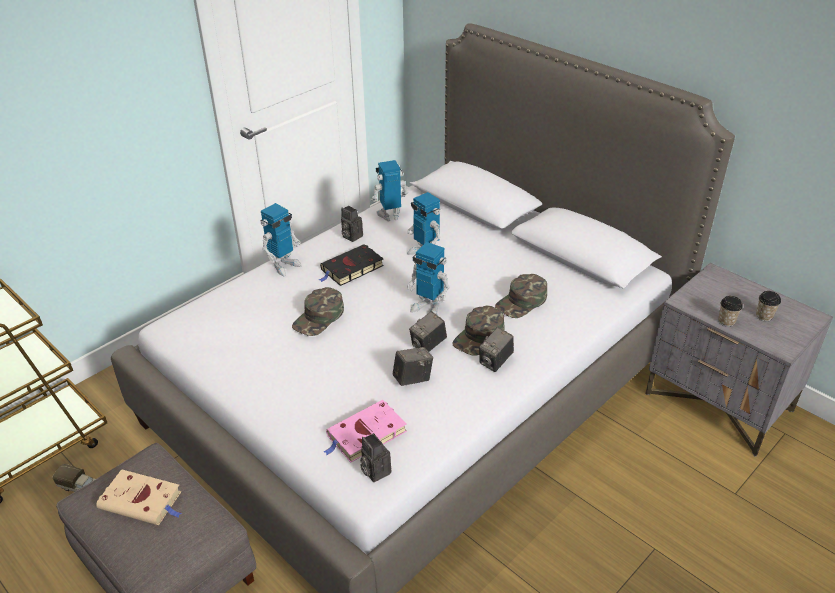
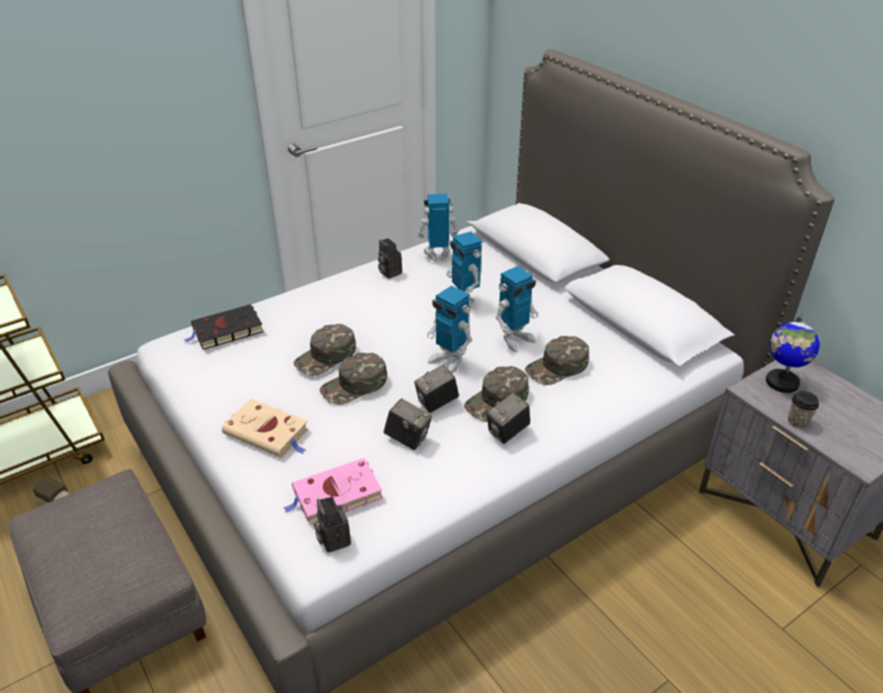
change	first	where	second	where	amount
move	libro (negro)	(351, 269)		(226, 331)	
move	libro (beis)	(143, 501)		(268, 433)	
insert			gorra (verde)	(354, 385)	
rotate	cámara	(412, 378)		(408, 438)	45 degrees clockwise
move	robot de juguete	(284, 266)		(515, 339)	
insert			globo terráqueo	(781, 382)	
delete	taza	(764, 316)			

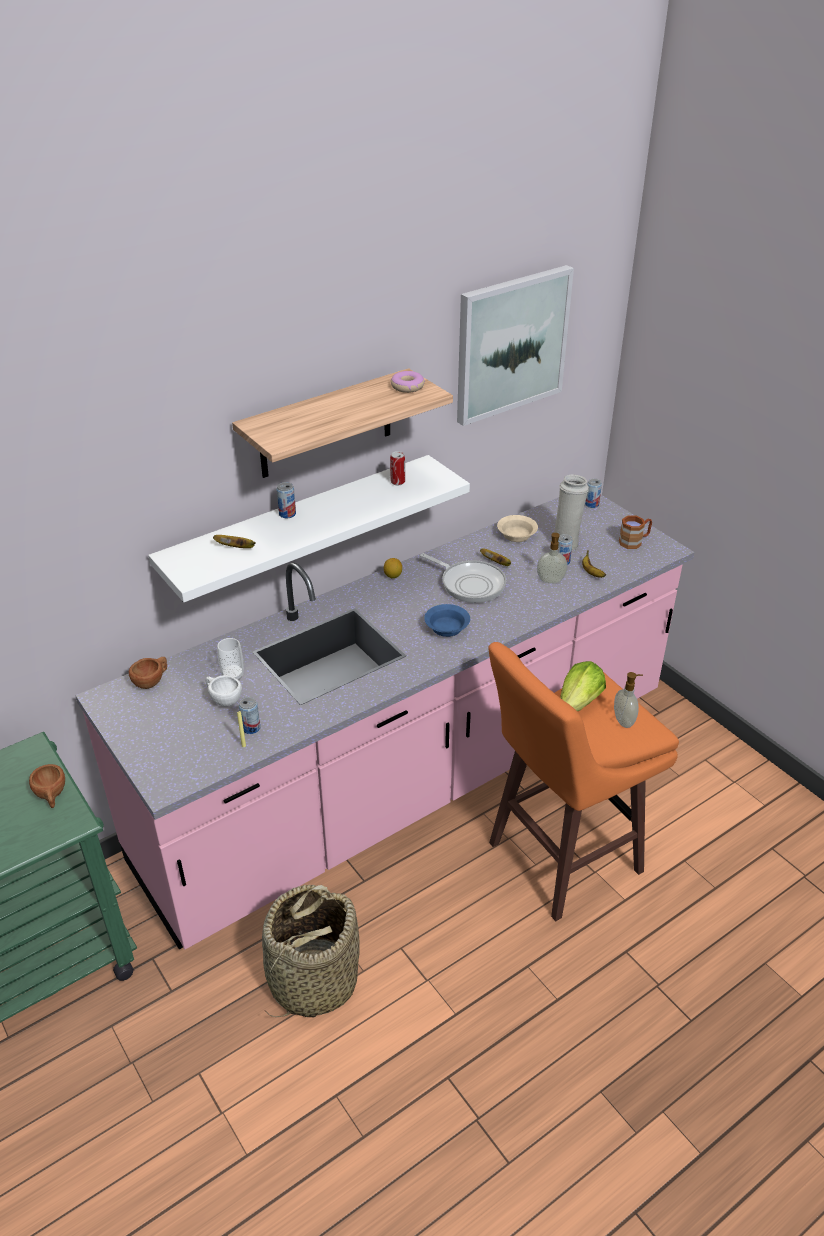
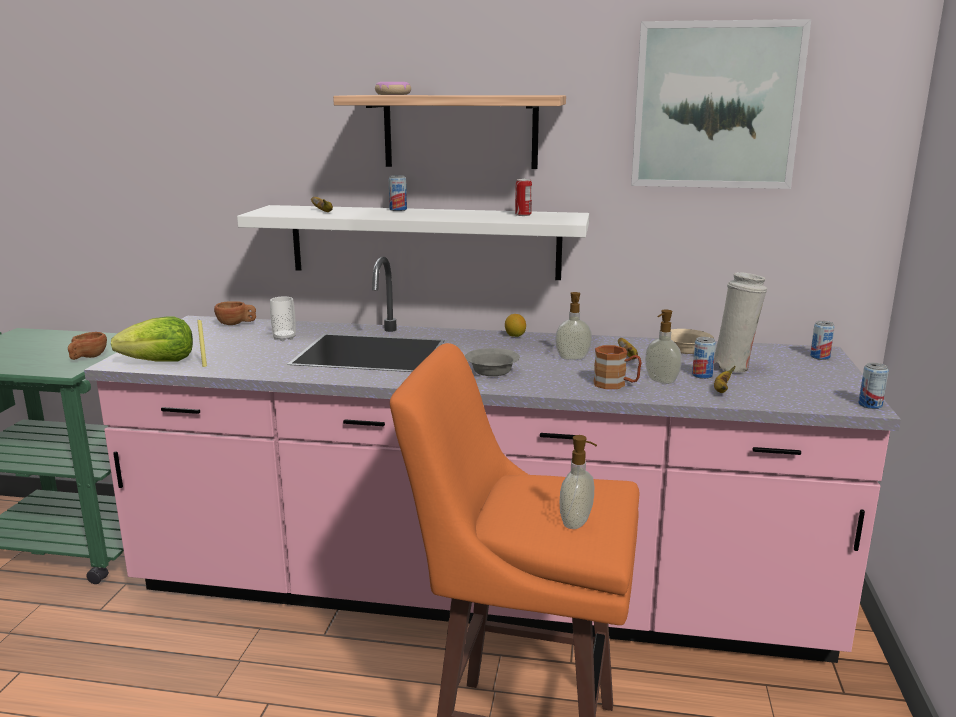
change	first	where	second	where	amount
move	lechuga	(579, 703)		(160, 362)	
move	rosquilla	(407, 387)		(393, 94)	
recolor	cuenco (azul)	(446, 629)	cuenco (gris)	(491, 371)	
replace	sartén	(469, 584)	dispensador de jabón	(573, 358)	
move	taza grande (marrón)	(634, 541)		(616, 385)	
move	lata	(251, 728)		(870, 405)	
delete	taza (blanco)	(223, 699)			
delete	cesta	(312, 980)			

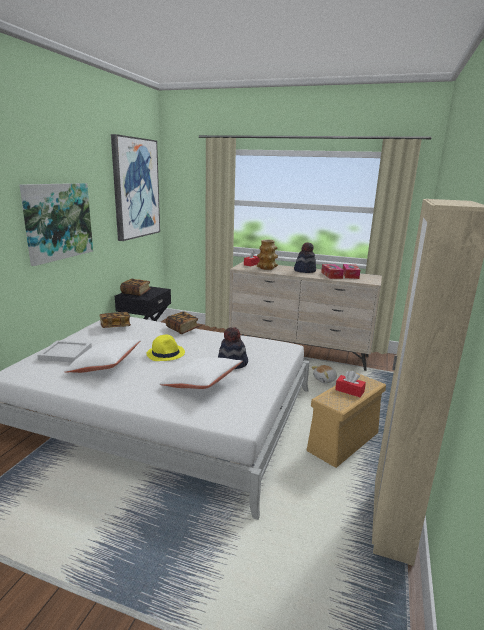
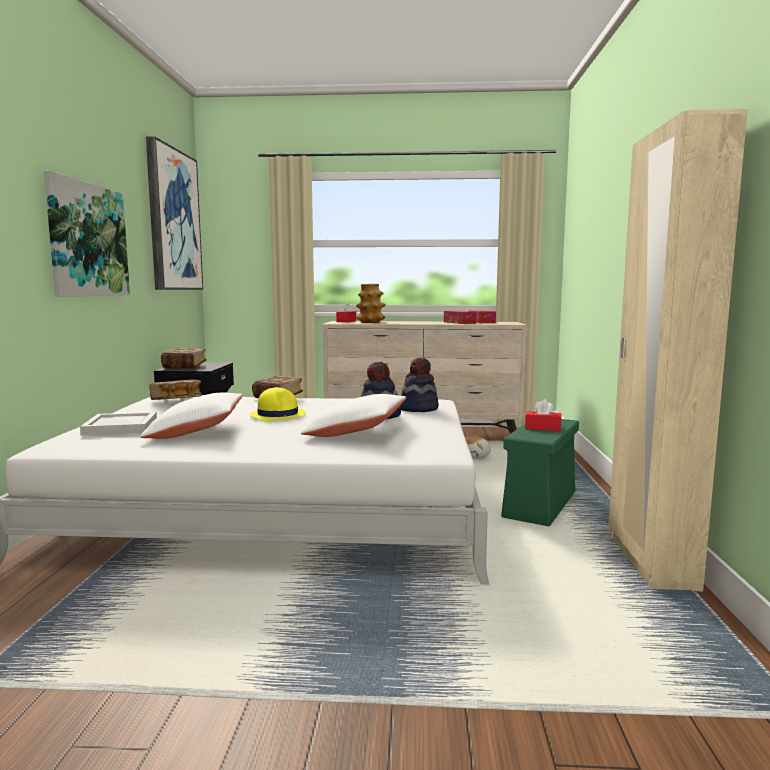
change	first	where	second	where	amount
move	sombrero	(304, 270)		(418, 408)	
recolor	caja de almacenaje (beis)	(343, 442)	caja de almacenaje (verde)	(540, 505)	

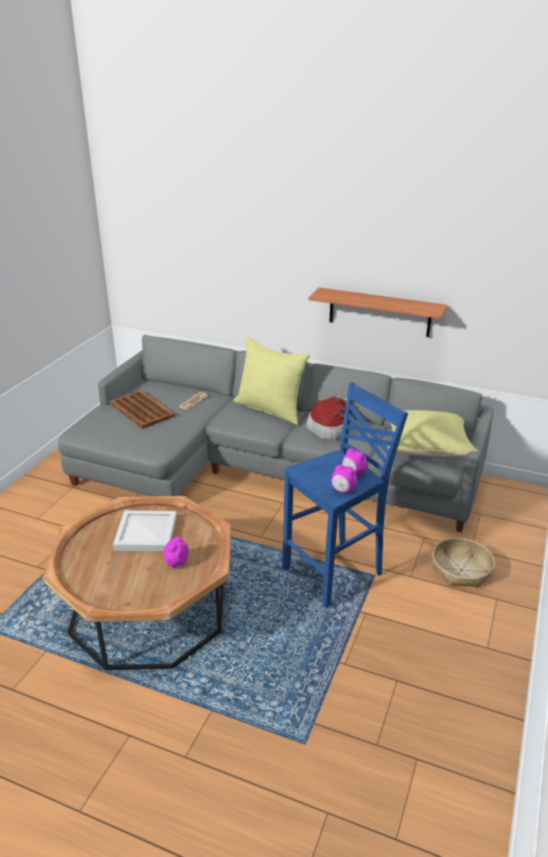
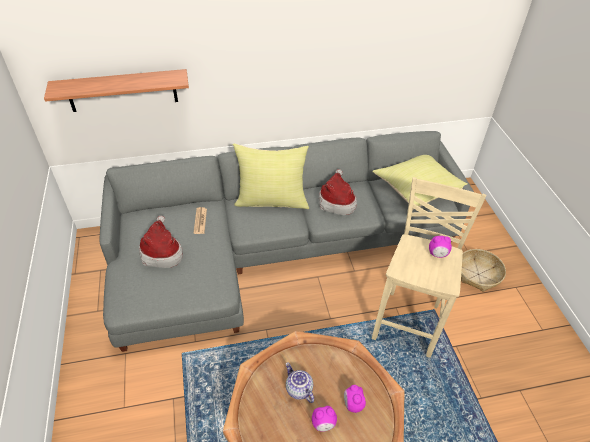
change	first	where	second	where	amount
move	estante	(379, 312)		(122, 90)	
replace	bandeja (marrón)	(141, 409)	sombrero	(162, 252)	
replace	bandeja (blanco)	(145, 533)	tetera	(298, 389)	
move	despertador	(343, 490)		(323, 424)	
recolor	taburete (azul)	(335, 572)	taburete (beis)	(408, 321)	

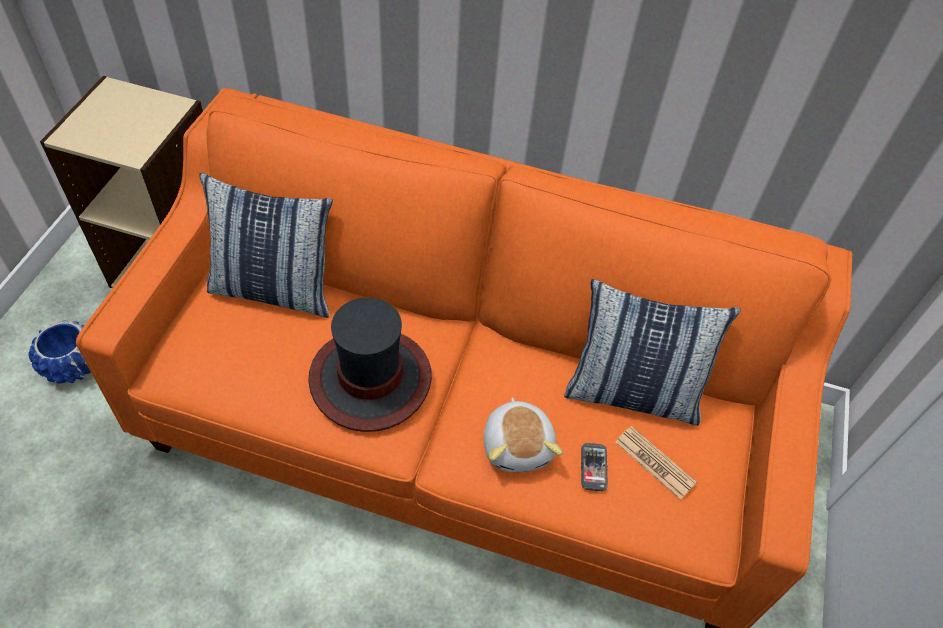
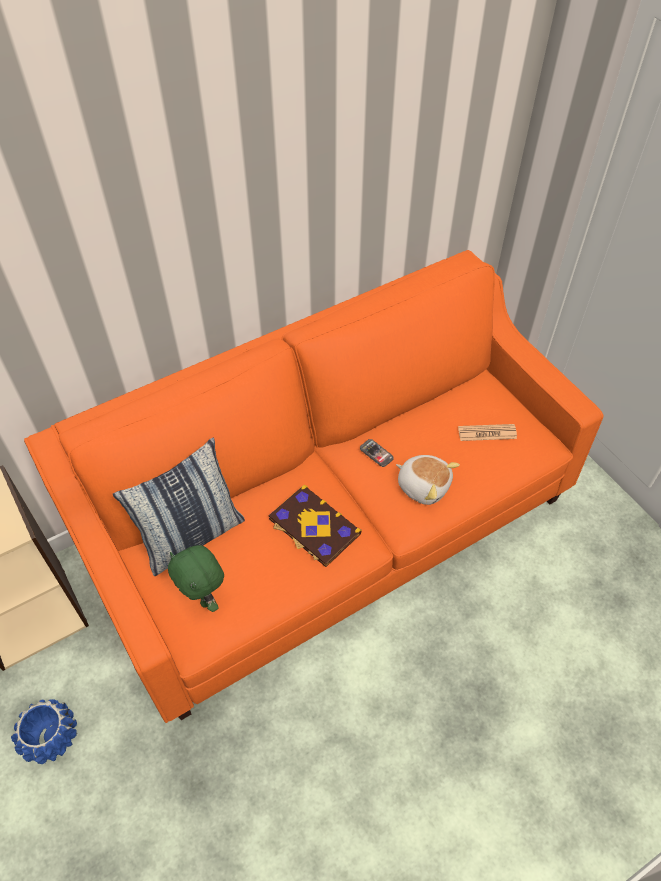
change	first	where	second	where	amount
insert			peluche (verde)	(204, 597)	
replace	sombrero	(370, 379)	libro	(313, 527)	
move	móvil	(593, 467)		(376, 453)	
delete	cojín	(632, 393)			

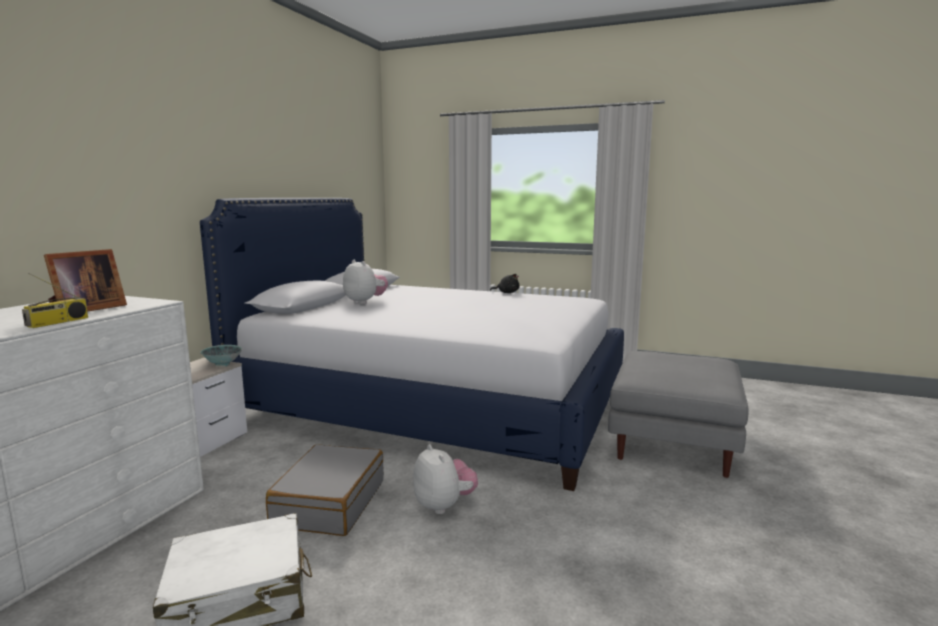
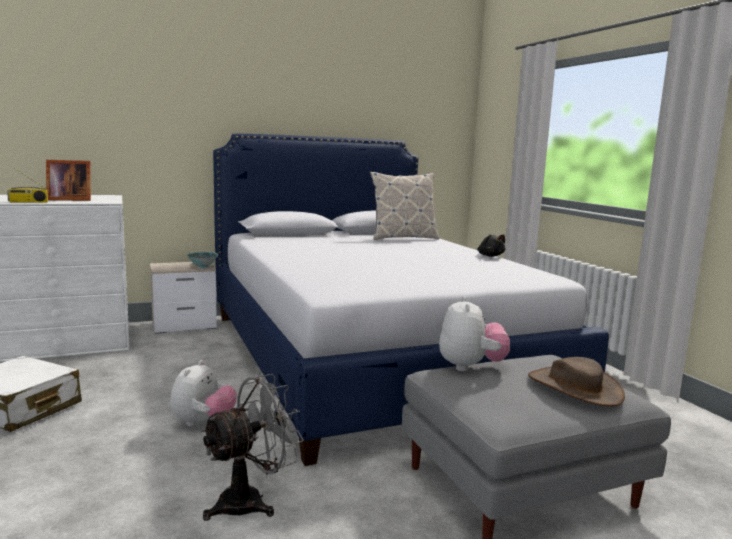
change	first	where	second	where	amount
insert			ventilador (gris)	(251, 501)	
insert			cojín	(403, 238)	
move	peluche	(365, 302)		(470, 367)	
insert			sombrero (marrón)	(574, 387)	
delete	maleta (gris)	(329, 503)			

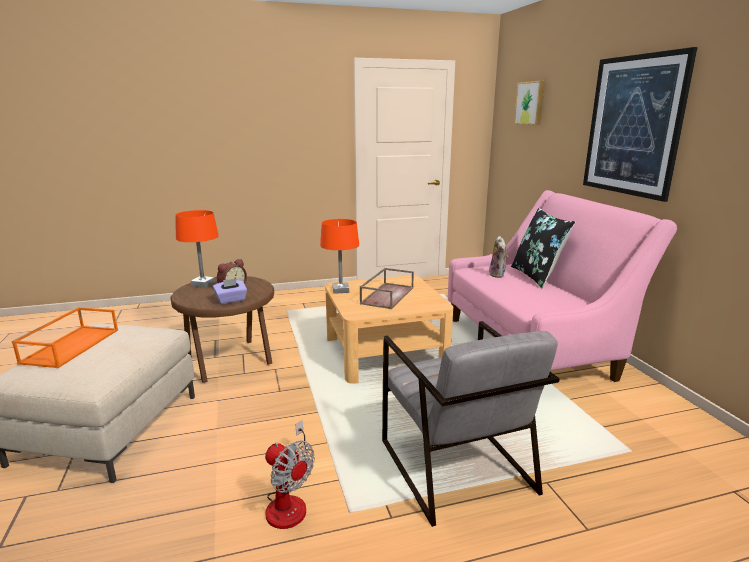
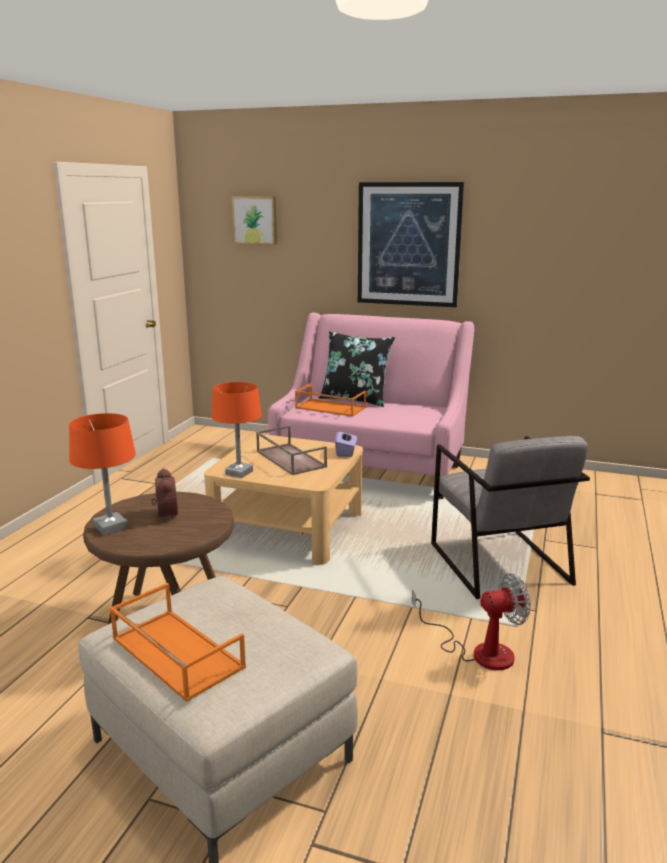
change	first	where	second	where	amount
replace	peluche	(498, 275)	bandeja (naranja)	(329, 408)	
move	caja de pañuelos (morado)	(231, 300)		(346, 452)	
rotate	sillón (gris)	(455, 466)		(498, 563)	60 degrees clockwise

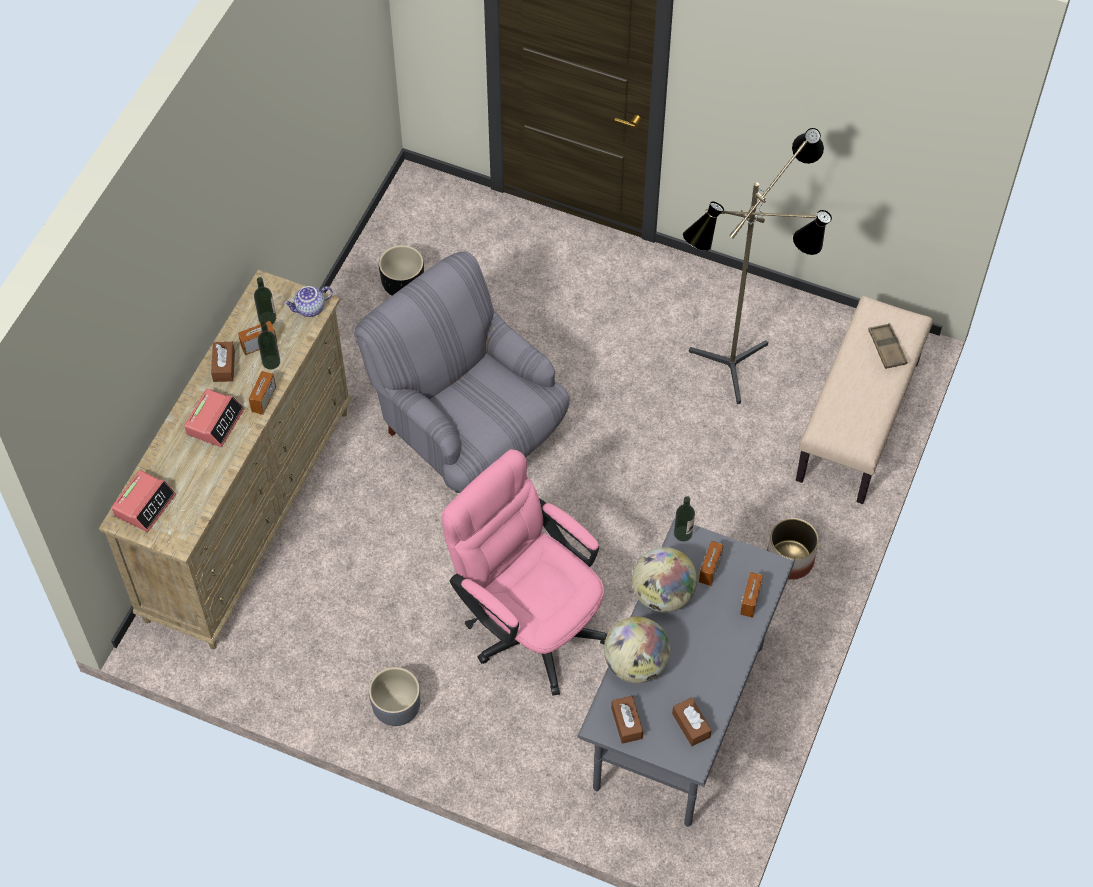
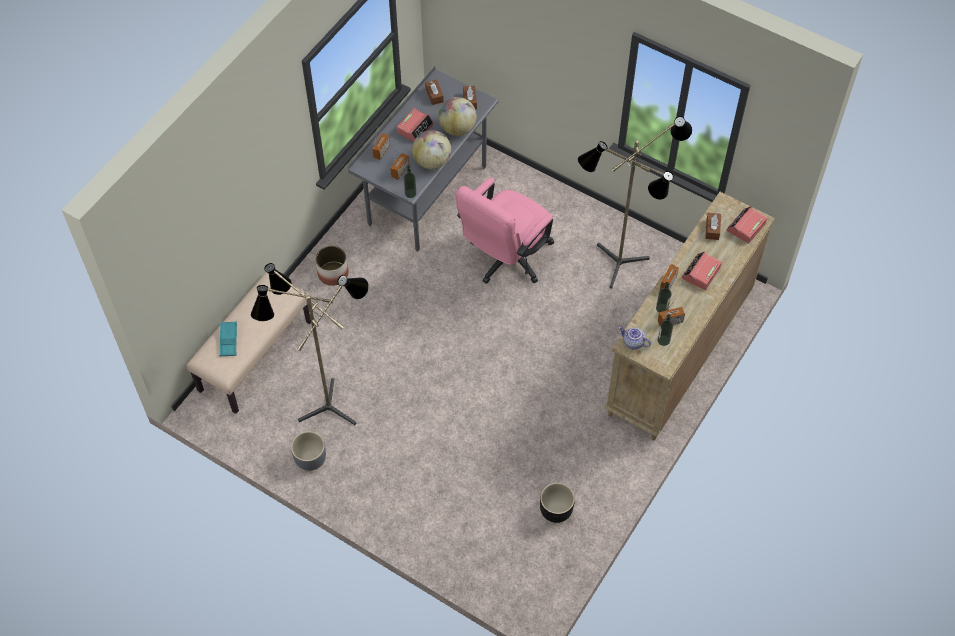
change	first	where	second	where	amount
recolor	bandeja (marrón)	(887, 348)	bandeja (turquesa)	(228, 340)	
move	maceta (gris)	(397, 709)		(310, 459)	
insert			despertador	(415, 128)	
rotate	silla de oficina (rosa)	(529, 623)		(505, 260)	75 degrees clockwise
insert			lámpara de pie	(621, 269)	
rotate	tetera	(310, 309)		(633, 343)	135 degrees counterclockwise
move	caja de pañuelos (marrón)	(224, 366)		(712, 229)	
delete	sillón (gris)	(467, 430)			

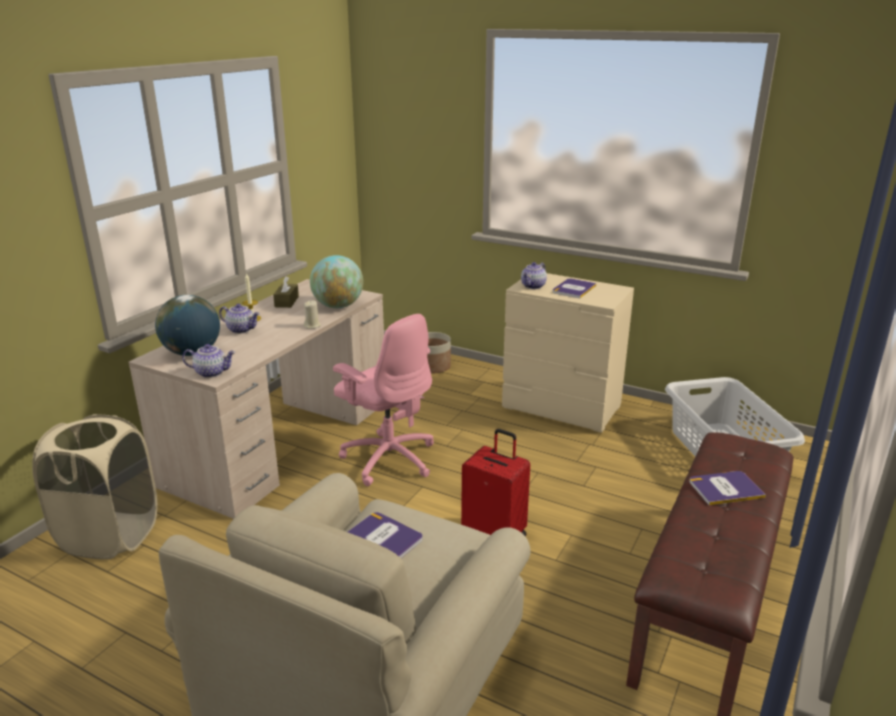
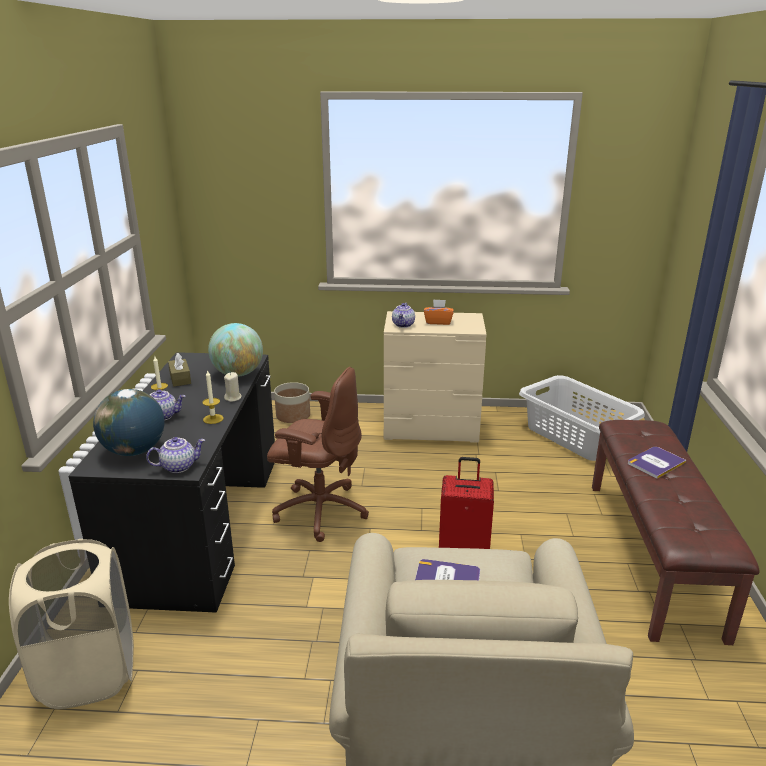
change	first	where	second	where	amount
recolor	escritorio (beis)	(283, 440)	escritorio (negro)	(202, 520)	
insert			vela	(213, 419)	
recolor	silla de oficina (rosa)	(388, 458)	silla de oficina (marrón)	(319, 510)	
replace	libro	(574, 289)	caja de pañuelos (naranja)	(438, 322)	

